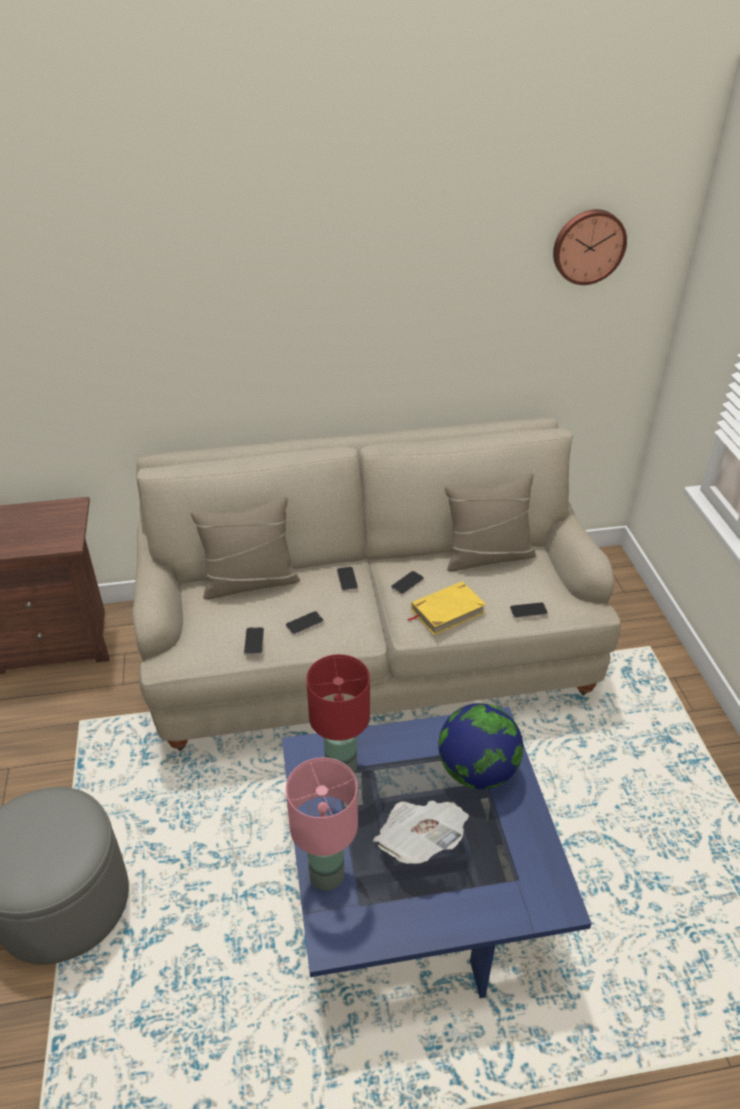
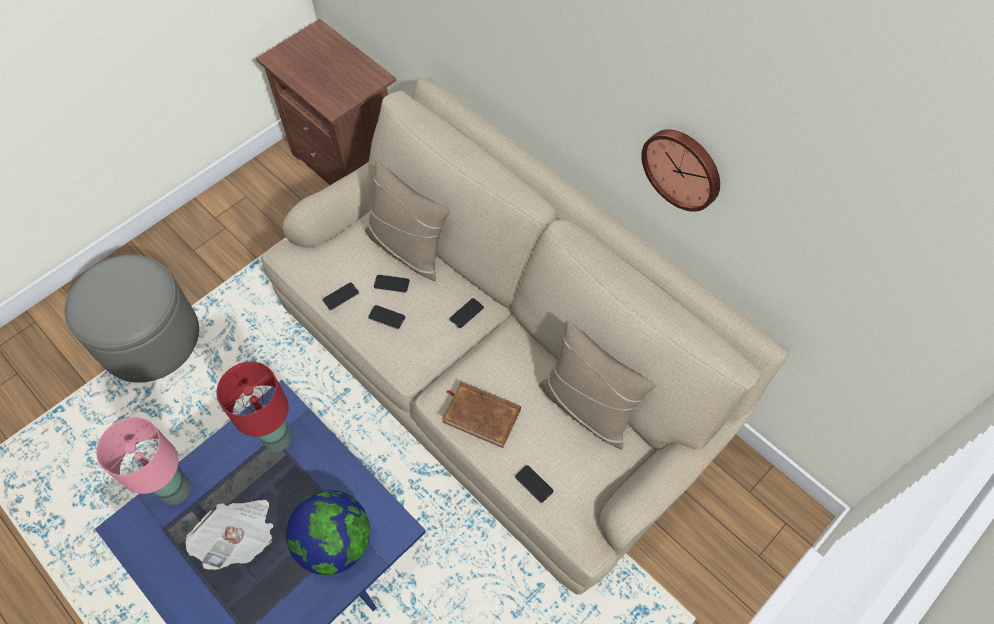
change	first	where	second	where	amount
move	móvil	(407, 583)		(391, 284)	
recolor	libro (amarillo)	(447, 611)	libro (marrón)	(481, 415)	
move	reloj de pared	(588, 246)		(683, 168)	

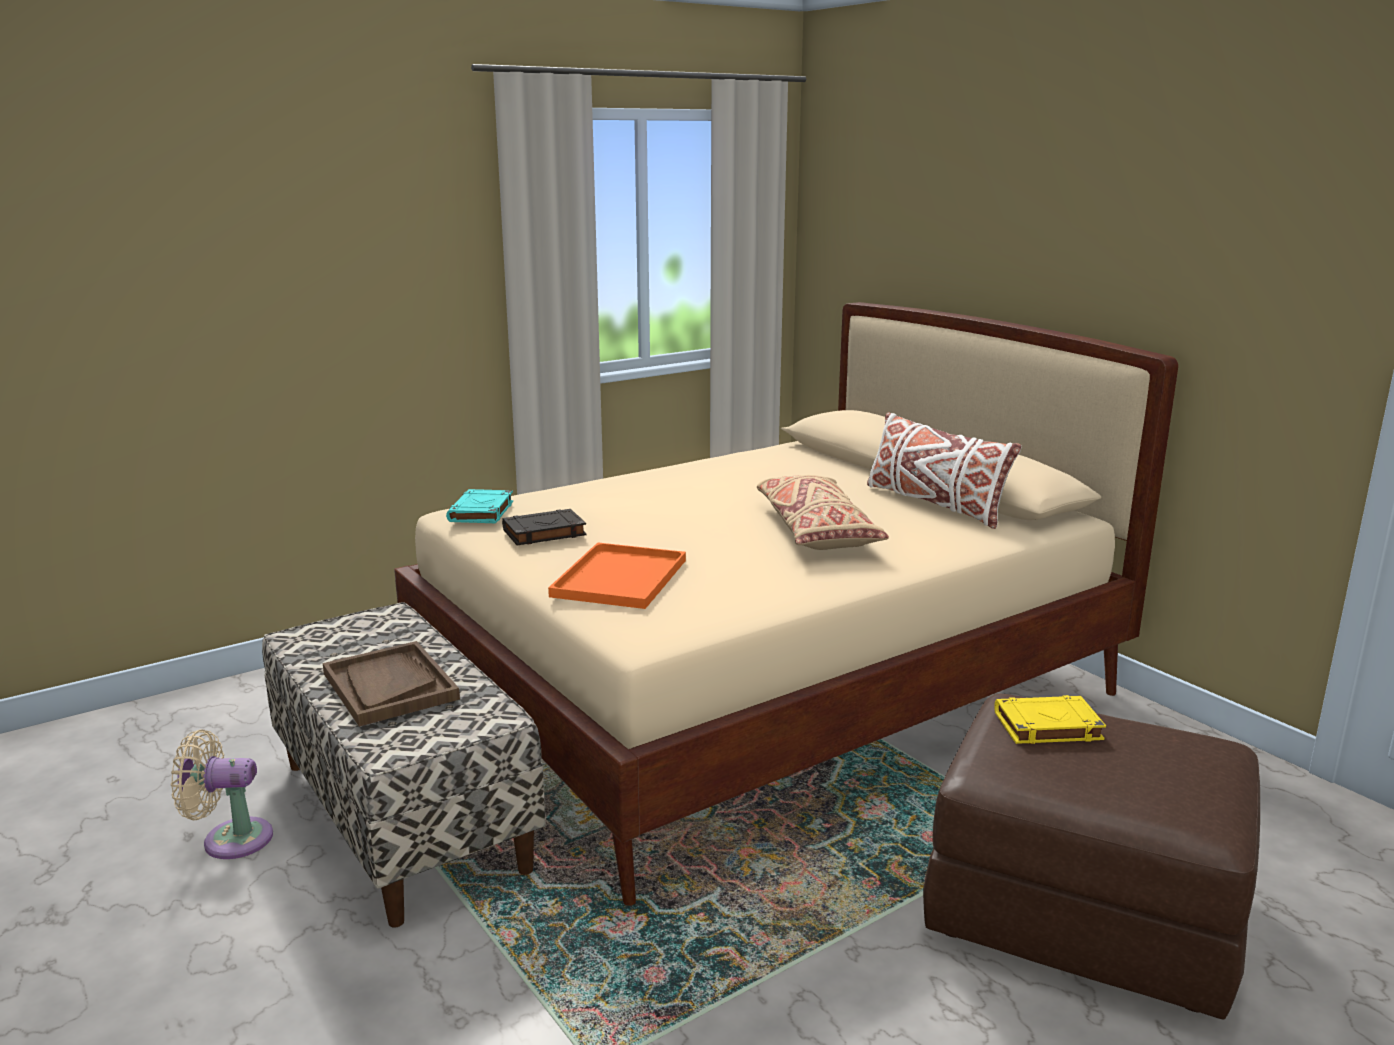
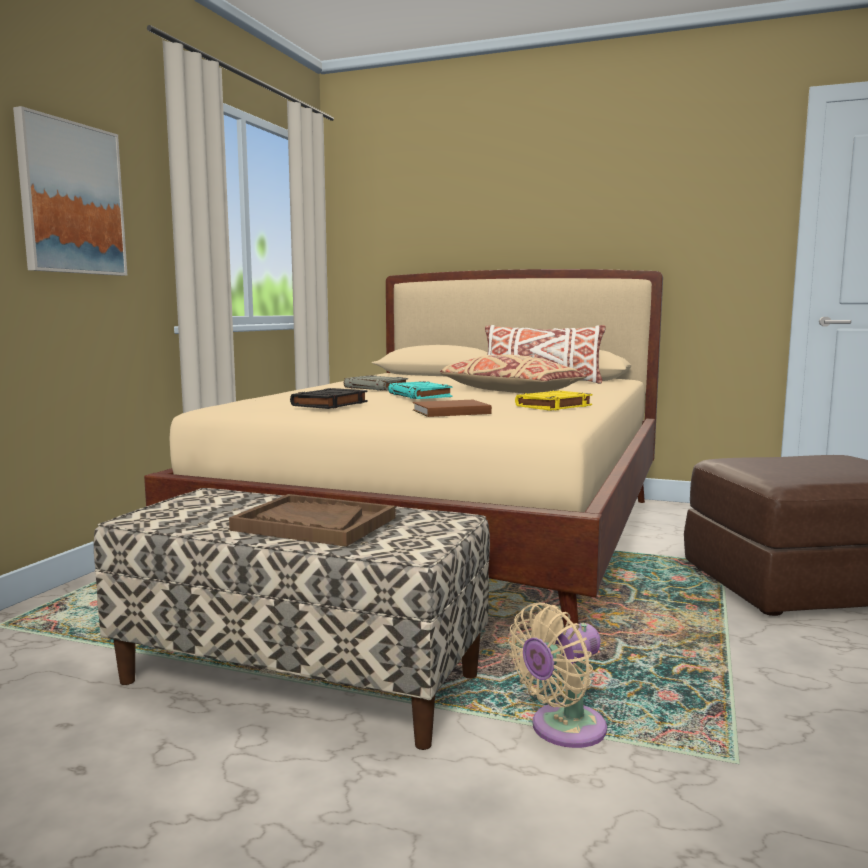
change	first	where	second	where	amount
insert			cuadro	(71, 198)	
insert			libro (gris)	(377, 388)	
move	libro (turquesa)	(481, 512)		(420, 395)	
replace	bandeja (naranja)	(619, 577)	libro (marrón)	(449, 412)	
move	ventilador (beis)	(230, 839)		(562, 729)	
move	libro (amarillo)	(1046, 726)		(553, 406)	

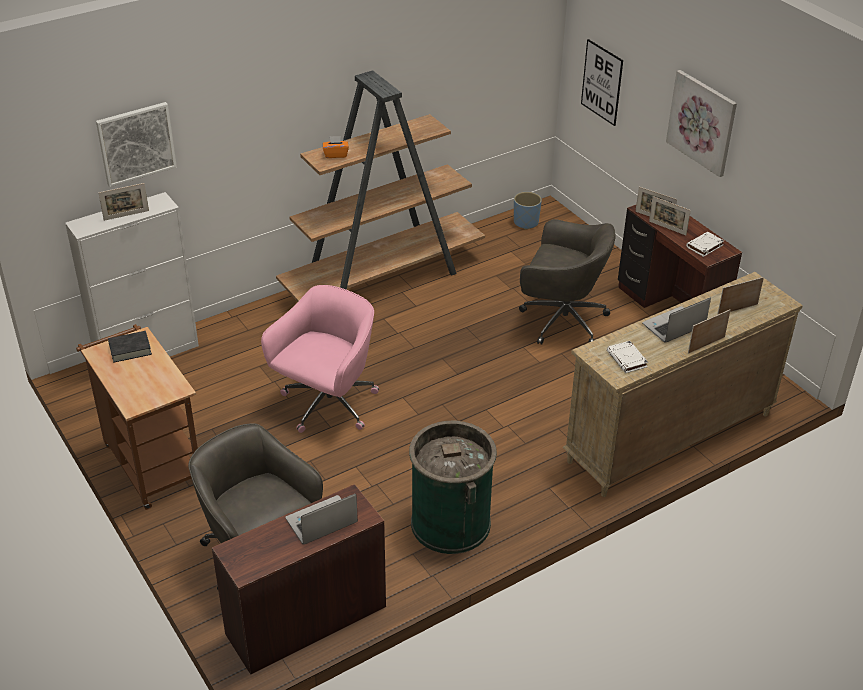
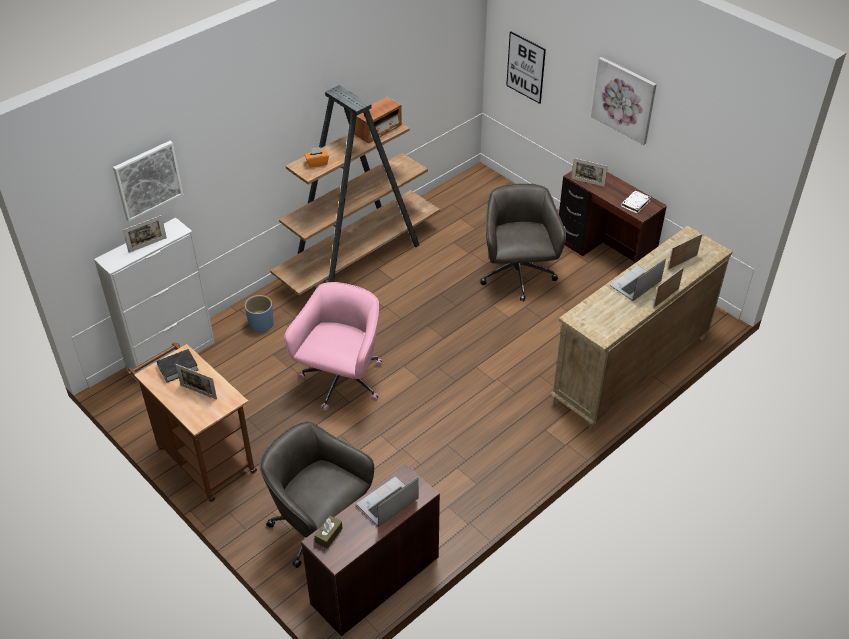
change	first	where	second	where	amount
move	portarretratos	(667, 228)		(198, 392)	
move	maceta (azul)	(526, 222)		(261, 324)	
insert			caja de pañuelos (marrón)	(328, 535)	
insert			radio	(378, 130)	
rotate	silla de oficina (gris)	(561, 320)		(517, 276)	105 degrees counterclockwise
delete	papelera (verde)	(450, 523)			
delete	libro (blanco)	(627, 359)			

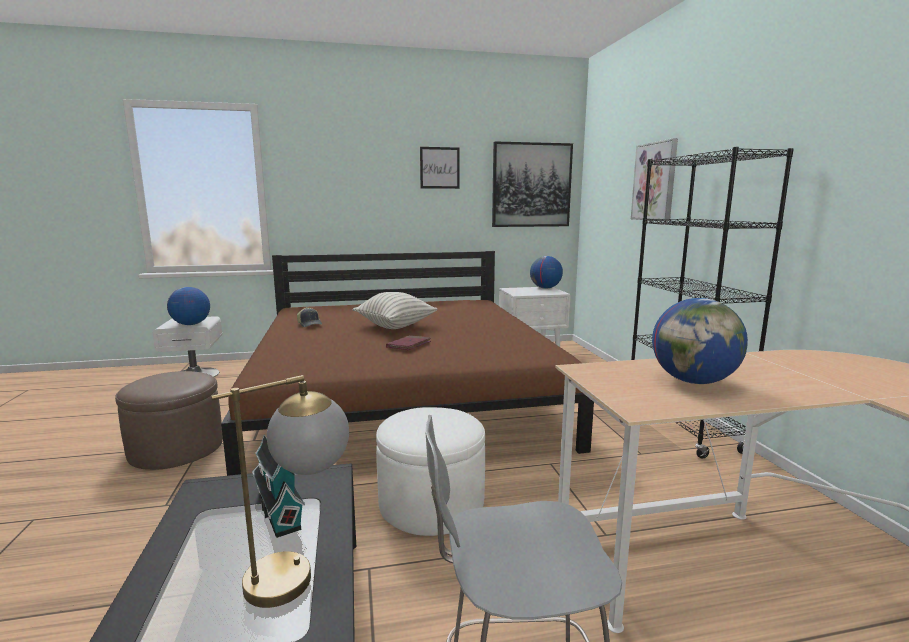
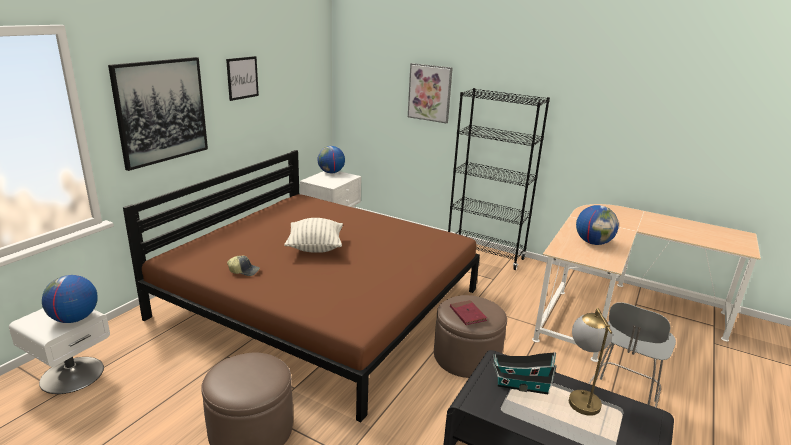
change	first	where	second	where	amount
move	cuadro	(531, 185)		(161, 111)	
recolor	puf (blanco)	(431, 503)	puf (marrón)	(466, 356)	
move	libro (rojo)	(409, 345)		(467, 314)	

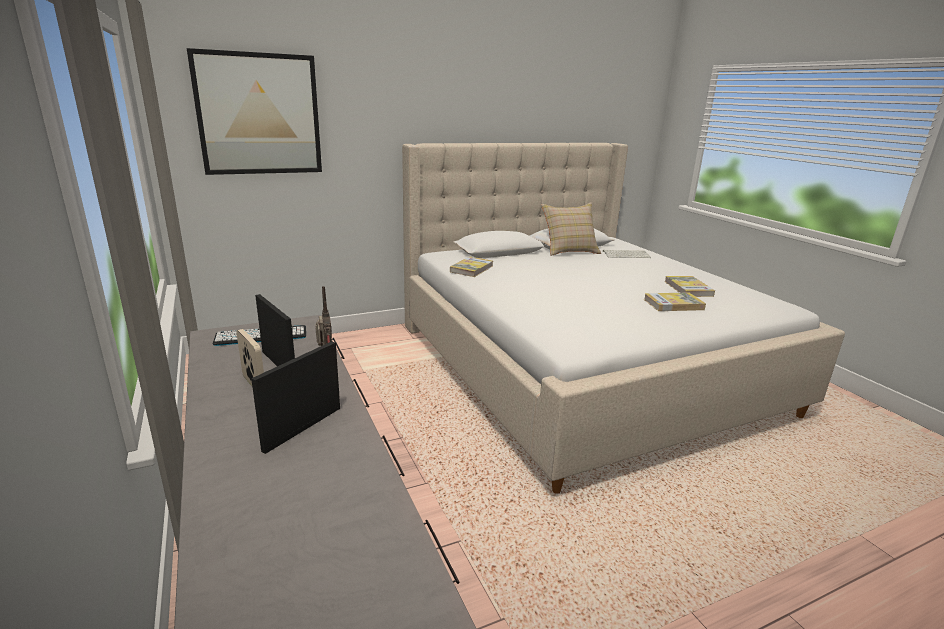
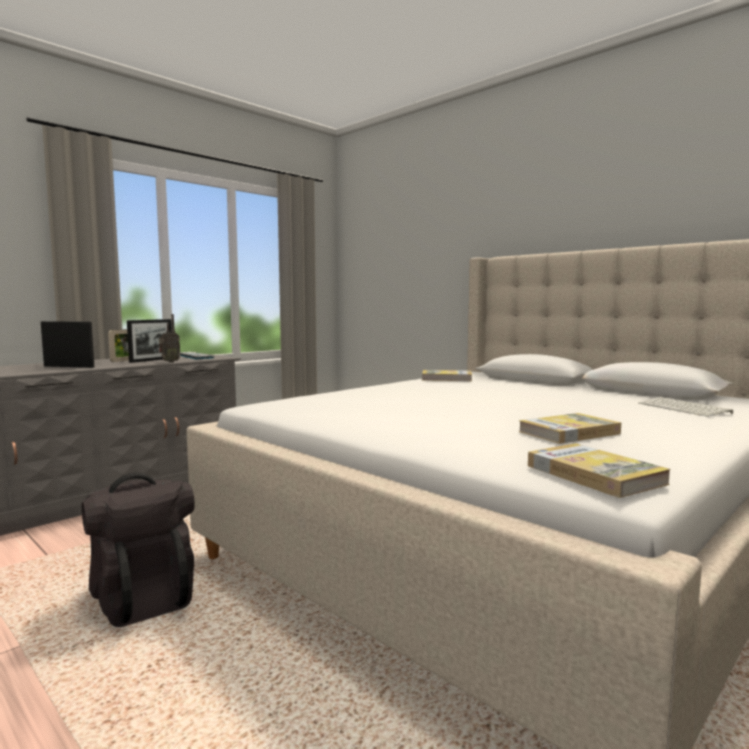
change	first	where	second	where	amount
insert			mochila (negro)	(142, 597)	
move	libro	(673, 304)		(594, 474)	
delete	cuadro	(259, 114)			
delete	cojín (beis)	(569, 251)			

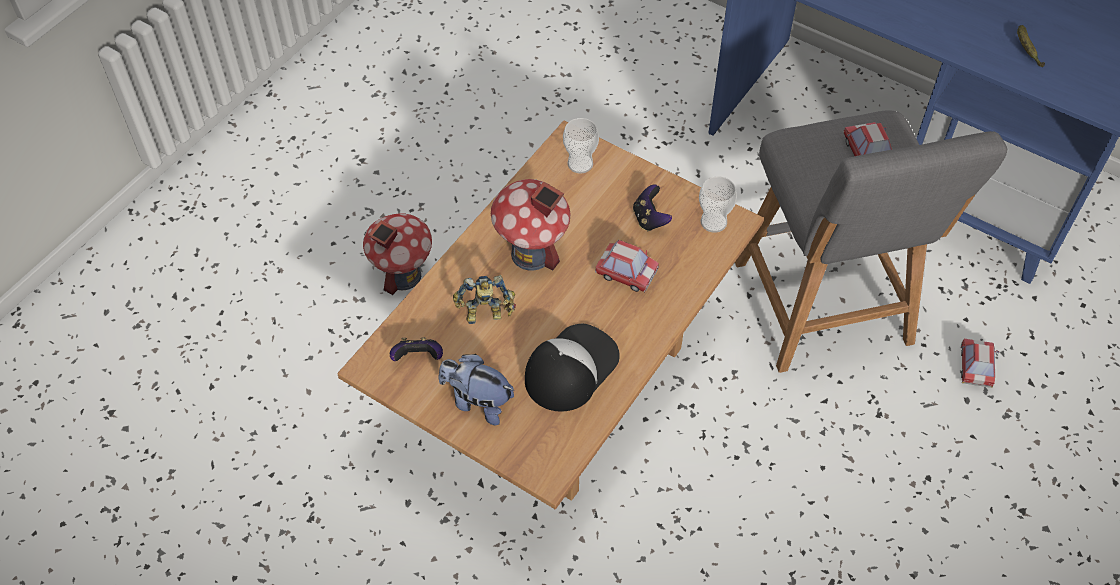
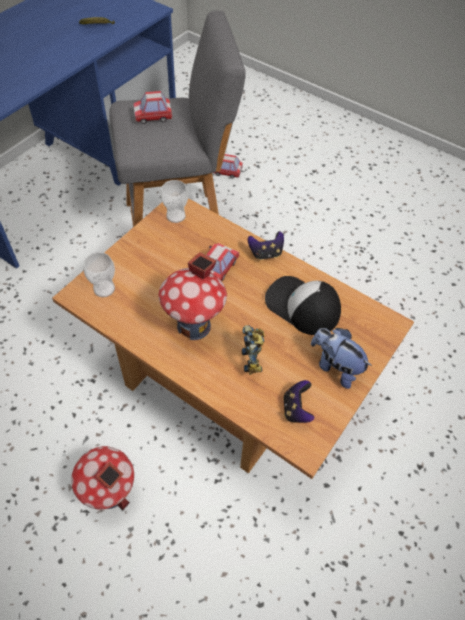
change	first	where	second	where	amount
move	mando de consola	(650, 219)		(266, 253)	
rotate	peluche	(477, 402)		(335, 366)	105 degrees clockwise

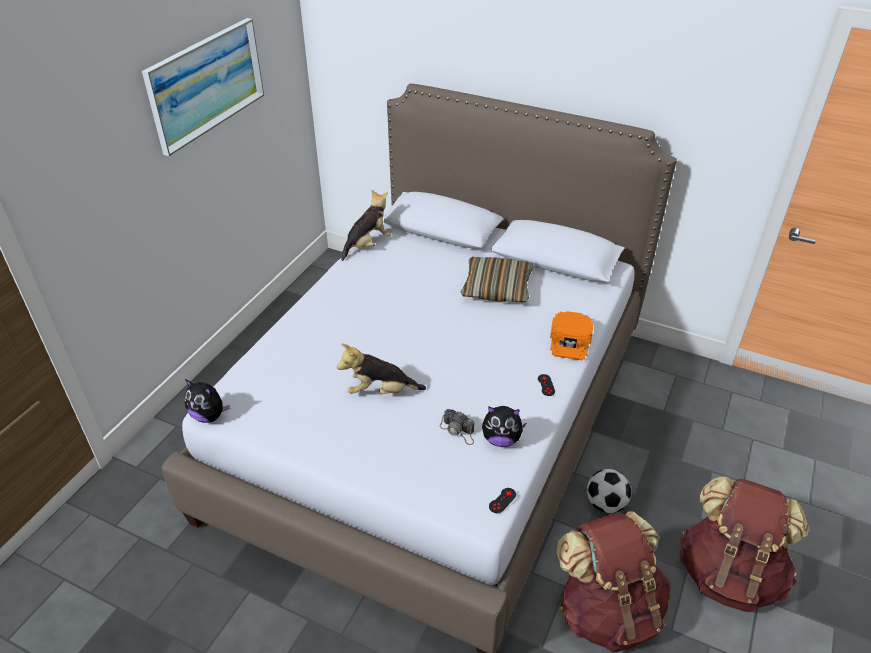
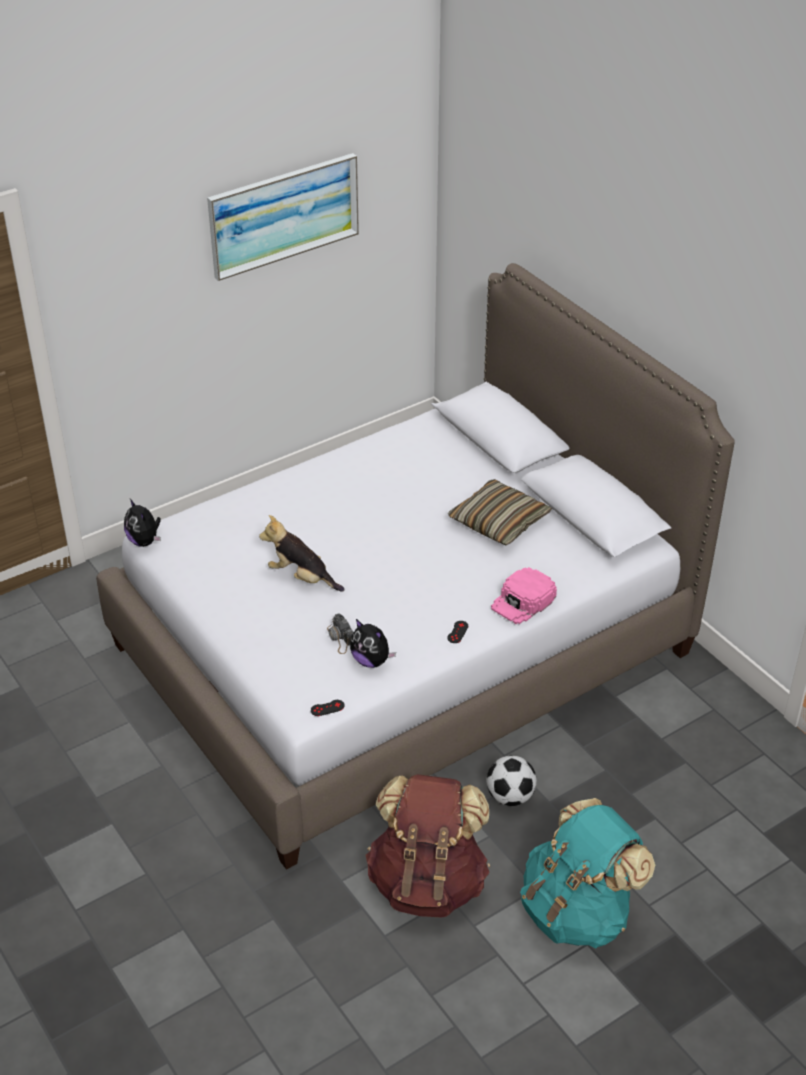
change	first	where	second	where	amount
recolor	gorra (naranja)	(570, 340)	gorra (rosa)	(523, 601)	
recolor	mochila (marrón)	(729, 574)	mochila (turquesa)	(578, 911)	
delete	peluche	(367, 245)			

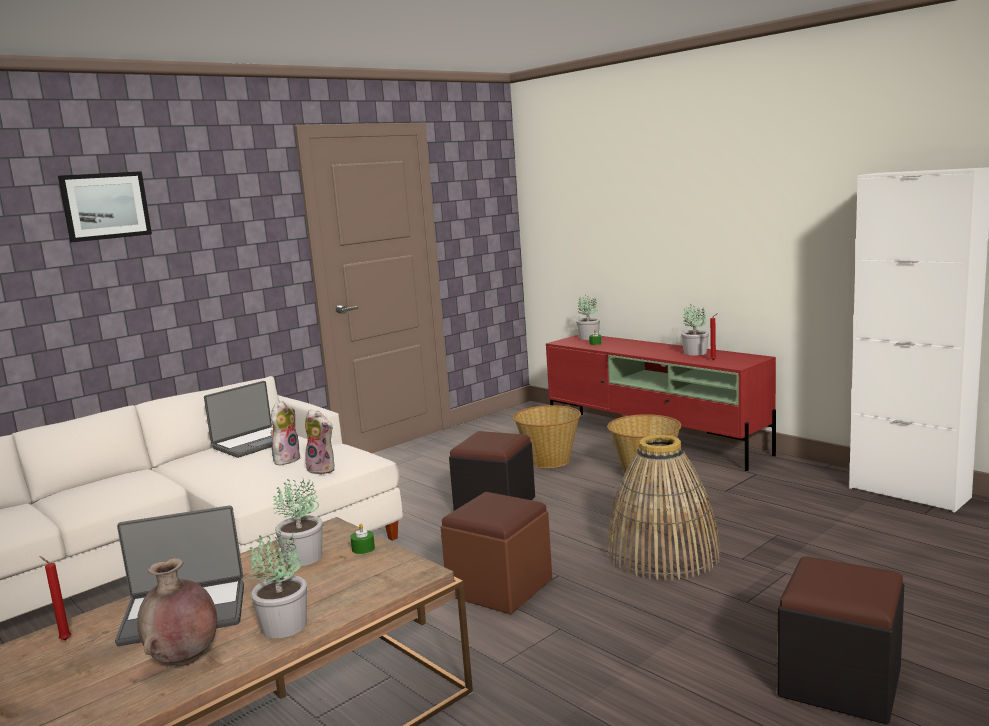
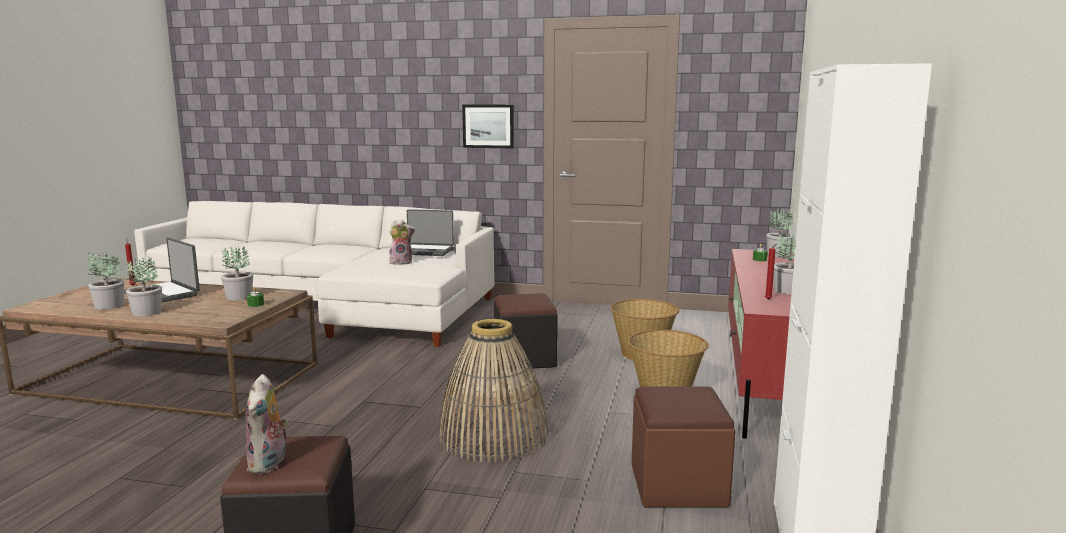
change	first	where	second	where	amount
replace	florero (marrón)	(184, 660)	planta en maceta	(108, 306)	
move	peluche	(323, 469)		(269, 464)	
move	cuadro	(105, 206)		(488, 126)	
move	puf (marrón)	(500, 588)		(678, 485)	

